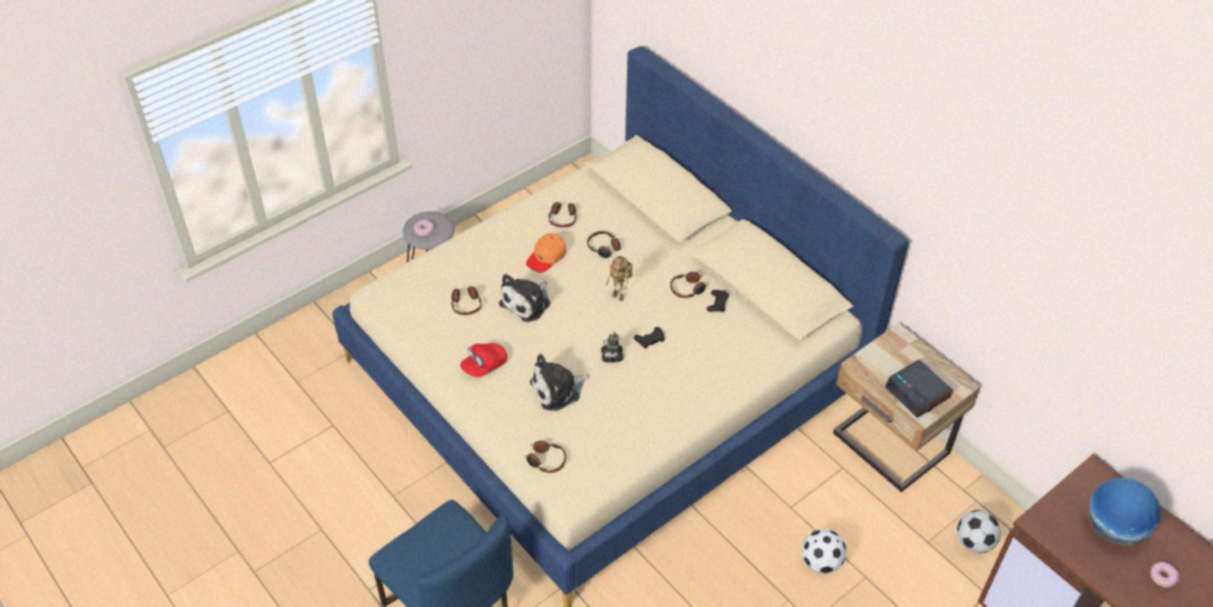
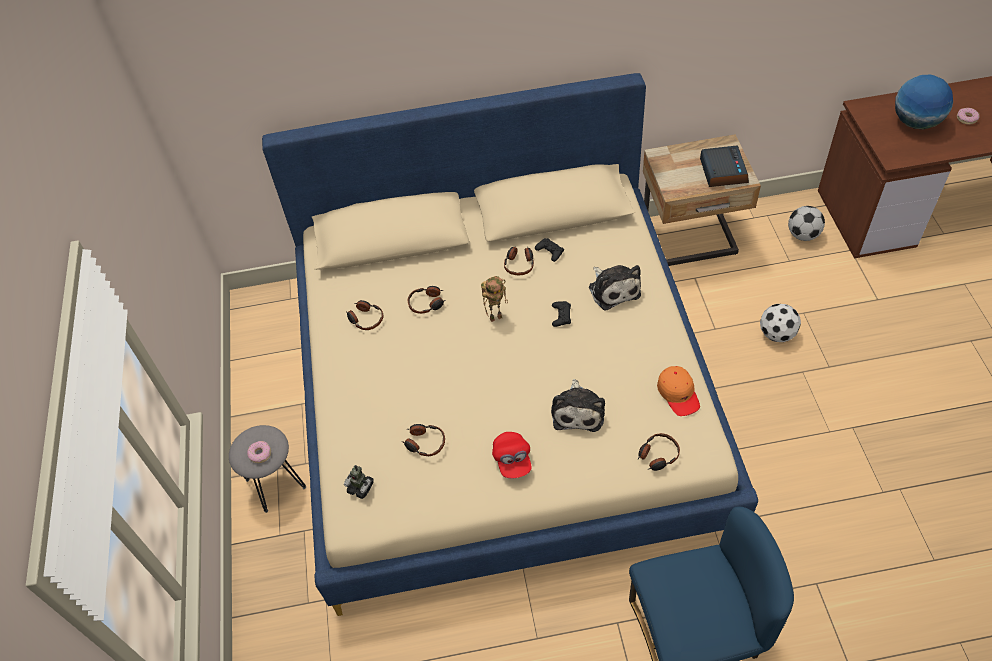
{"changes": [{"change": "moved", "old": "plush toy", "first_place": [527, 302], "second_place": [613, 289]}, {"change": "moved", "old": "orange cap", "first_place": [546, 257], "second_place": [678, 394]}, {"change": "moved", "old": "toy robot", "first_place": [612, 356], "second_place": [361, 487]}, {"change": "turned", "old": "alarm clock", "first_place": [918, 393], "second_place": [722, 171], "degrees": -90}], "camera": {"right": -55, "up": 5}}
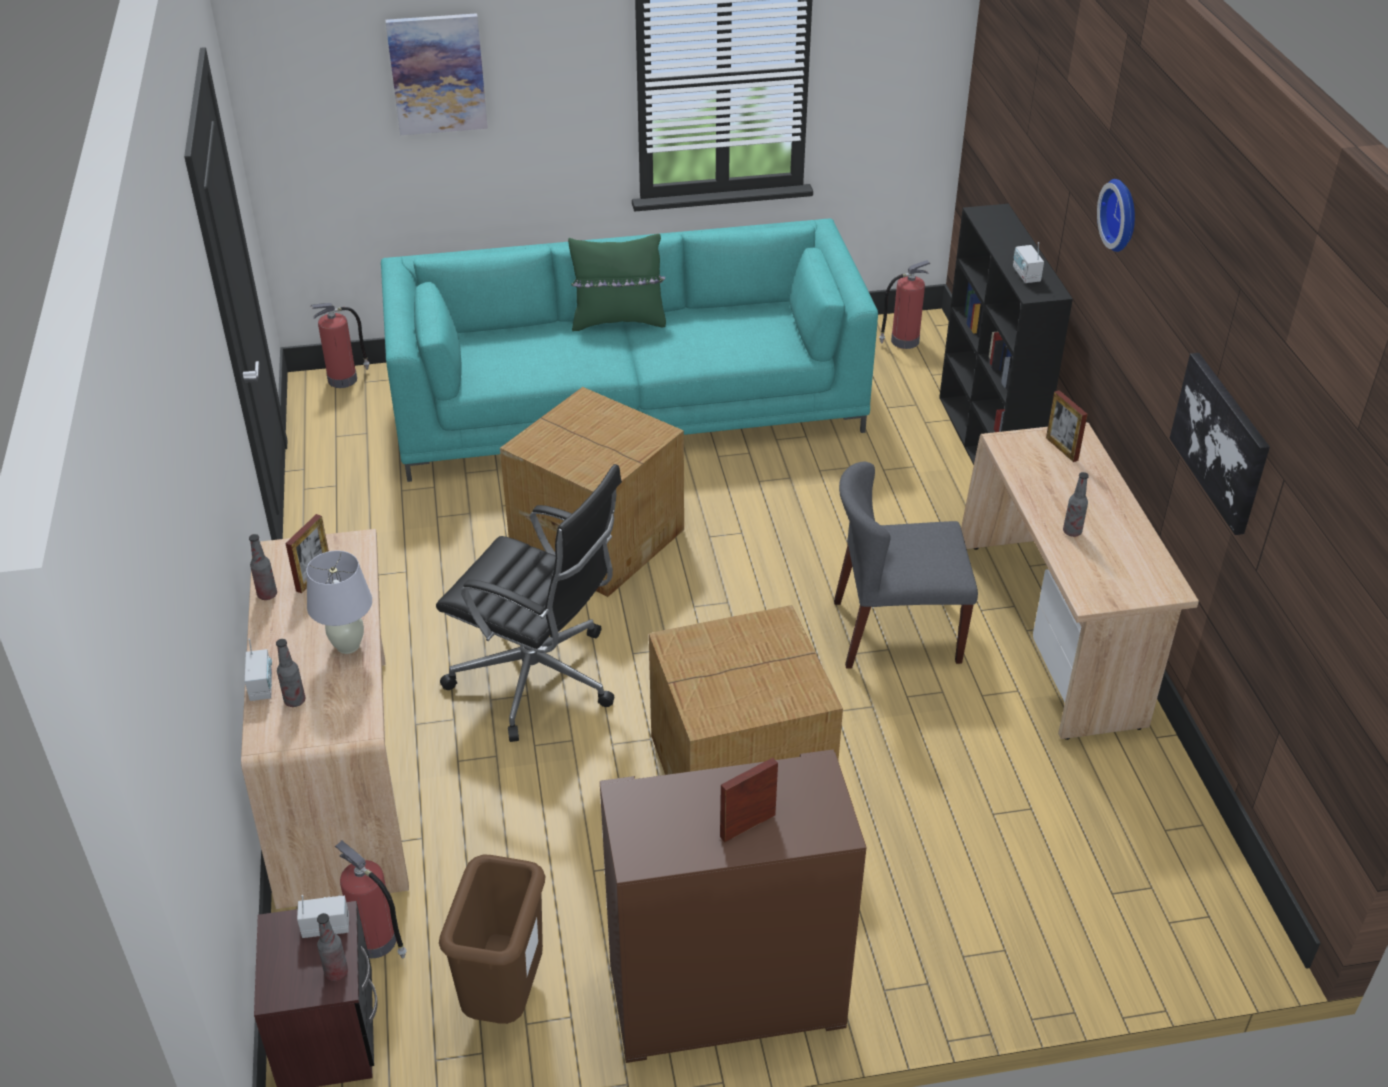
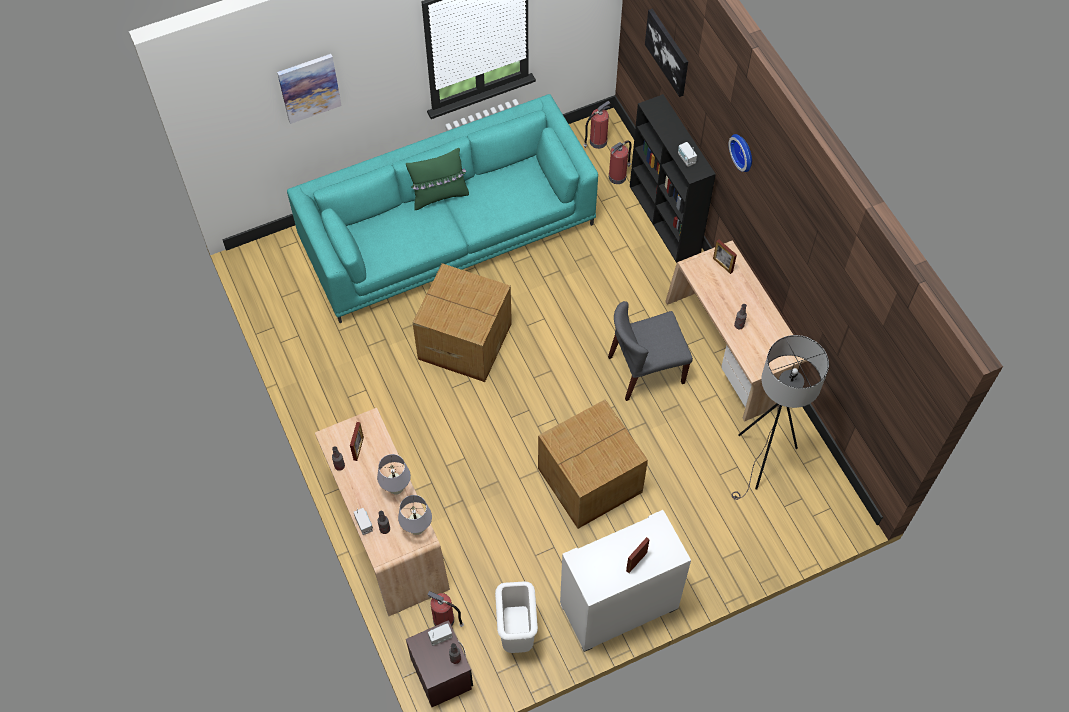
{"changes": [{"change": "moved", "old": "fire extinguisher", "first_place": [344, 379], "second_place": [618, 176]}, {"change": "removed", "old": "black office chair", "first_place": [539, 680]}, {"change": "recoloured", "old": "brown trash can", "new": "white trash can", "first_place": [503, 996], "second_place": [516, 633]}, {"change": "recoloured", "old": "brown cabinet", "new": "white cabinet", "first_place": [725, 997], "second_place": [618, 607]}, {"change": "moved", "old": "picture", "first_place": [1221, 441], "second_place": [668, 52]}, {"change": "added", "new": "white table lamp", "second_place": [417, 529]}, {"change": "added", "new": "grey floor lamp", "second_place": [763, 462]}], "camera": {"right": -15, "up": 20}}
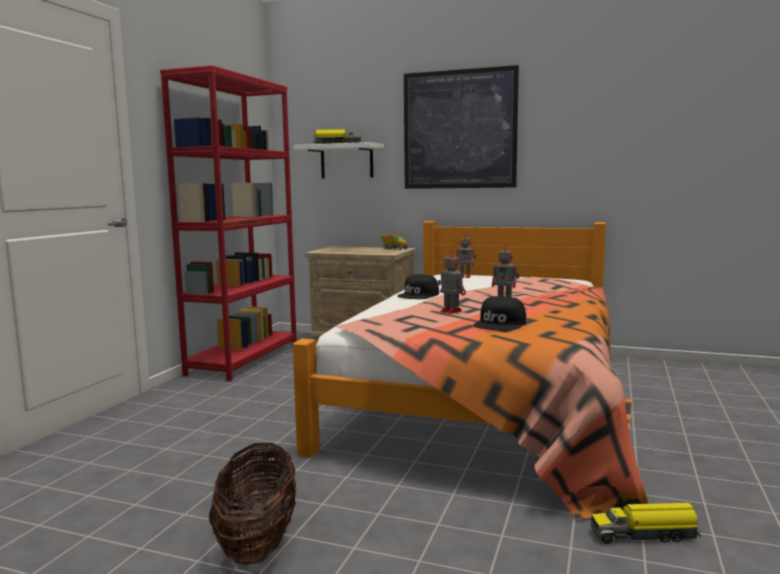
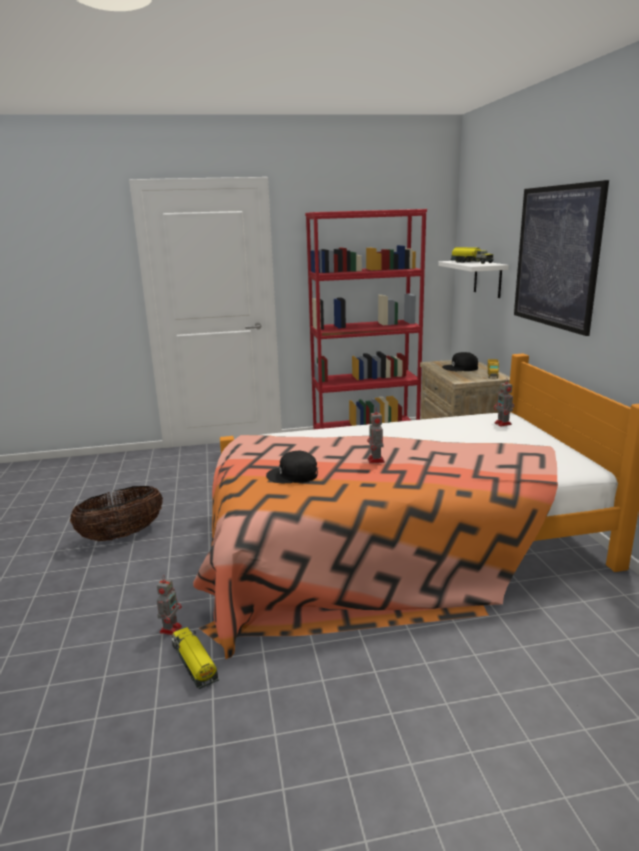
{"changes": [{"change": "moved", "old": "black cap", "first_place": [419, 295], "second_place": [460, 368]}, {"change": "moved", "old": "toy robot", "first_place": [450, 311], "second_place": [171, 628]}], "camera": {"right": 60, "up": 10}}
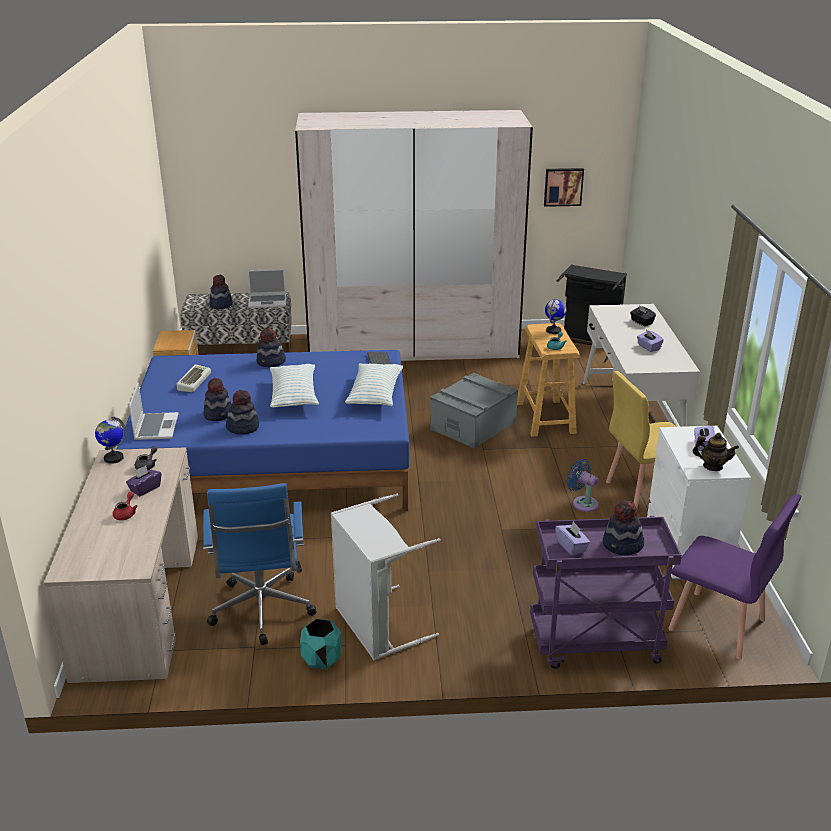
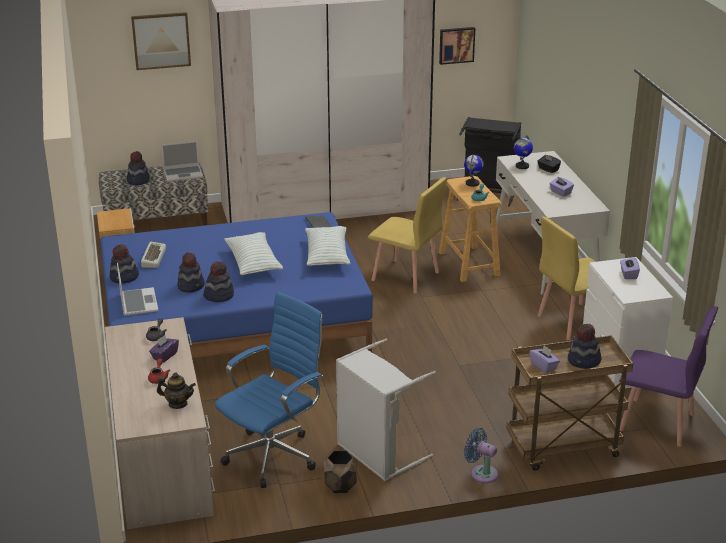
{"changes": [{"change": "moved", "old": "globe", "first_place": [113, 458], "second_place": [522, 166]}, {"change": "turned", "old": "blue office chair", "first_place": [262, 613], "second_place": [274, 455], "degrees": -120}, {"change": "moved", "old": "hat", "first_place": [271, 362], "second_place": [124, 277]}, {"change": "recoloured", "old": "turquoise planter", "new": "brown planter", "first_place": [321, 659], "second_place": [340, 485]}, {"change": "replaced", "old": "grey storage box", "new": "yellow chair", "first_place": [473, 425], "second_place": [405, 276]}, {"change": "recoloured", "old": "purple cart", "new": "brown cart", "first_place": [594, 645], "second_place": [562, 449]}, {"change": "moved", "old": "blue fan", "first_place": [583, 503], "second_place": [481, 473]}, {"change": "moved", "old": "teapot", "first_place": [712, 466], "second_place": [177, 404]}, {"change": "added", "new": "picture", "second_place": [161, 40]}], "camera": {"right": -10, "up": 0}}
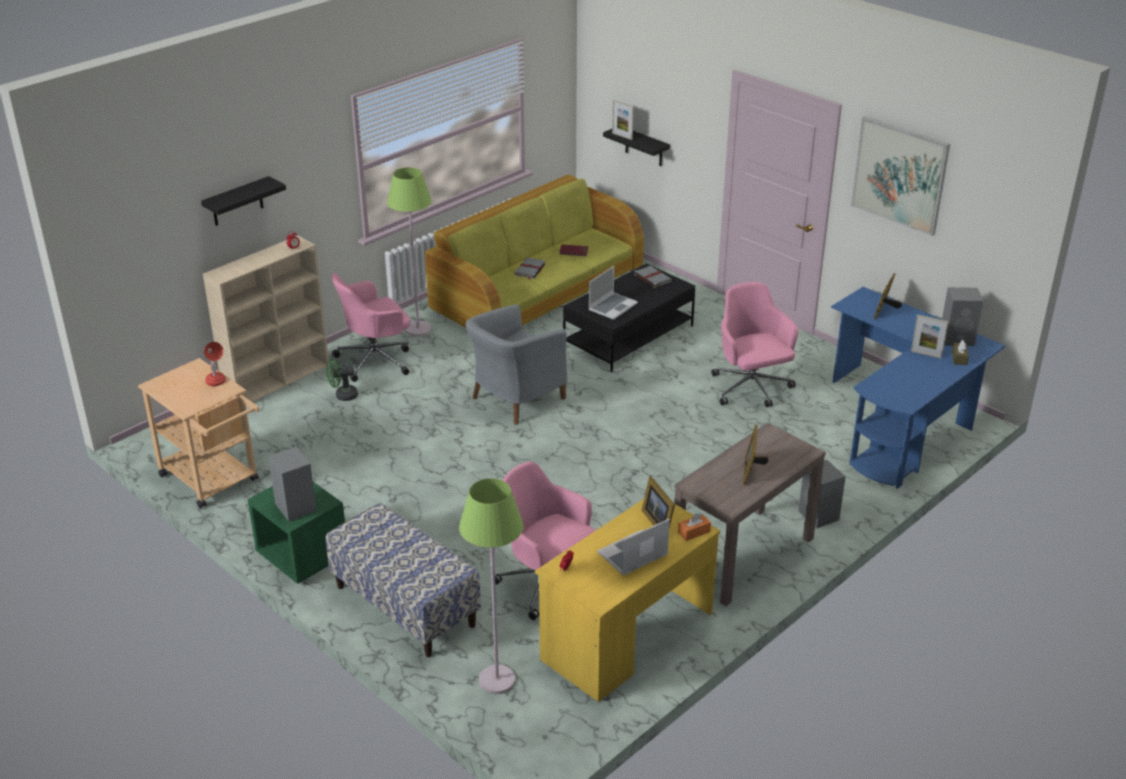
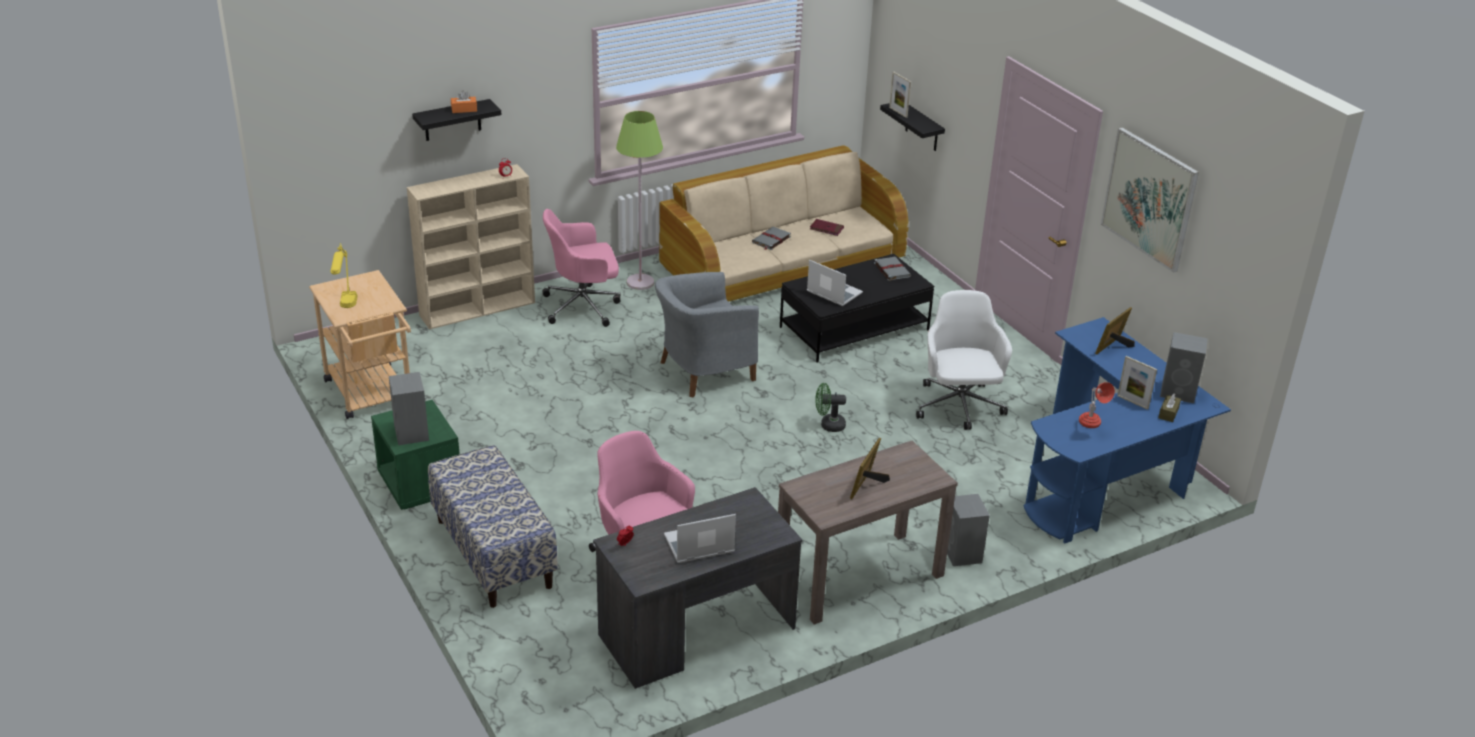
{"changes": [{"change": "moved", "old": "red table lamp", "first_place": [217, 384], "second_place": [1091, 426]}, {"change": "moved", "old": "green fan", "first_place": [343, 396], "second_place": [828, 425]}, {"change": "recoloured", "old": "green sofa", "new": "beige sofa", "first_place": [537, 290], "second_place": [782, 263]}, {"change": "removed", "old": "green floor lamp", "first_place": [497, 680]}, {"change": "recoloured", "old": "yellow desk", "new": "grey desk", "first_place": [627, 637], "second_place": [696, 632]}, {"change": "turned", "old": "laptop", "first_place": [612, 306], "second_place": [833, 292], "degrees": -105}, {"change": "removed", "old": "picture frame", "first_place": [658, 522]}, {"change": "moved", "old": "orange tissue box", "first_place": [693, 532], "second_place": [464, 109]}, {"change": "recoloured", "old": "pink office chair", "new": "white office chair", "first_place": [751, 388], "second_place": [958, 407]}, {"change": "added", "new": "yellow table lamp", "second_place": [346, 310]}], "camera": {"right": 15, "up": 0}}
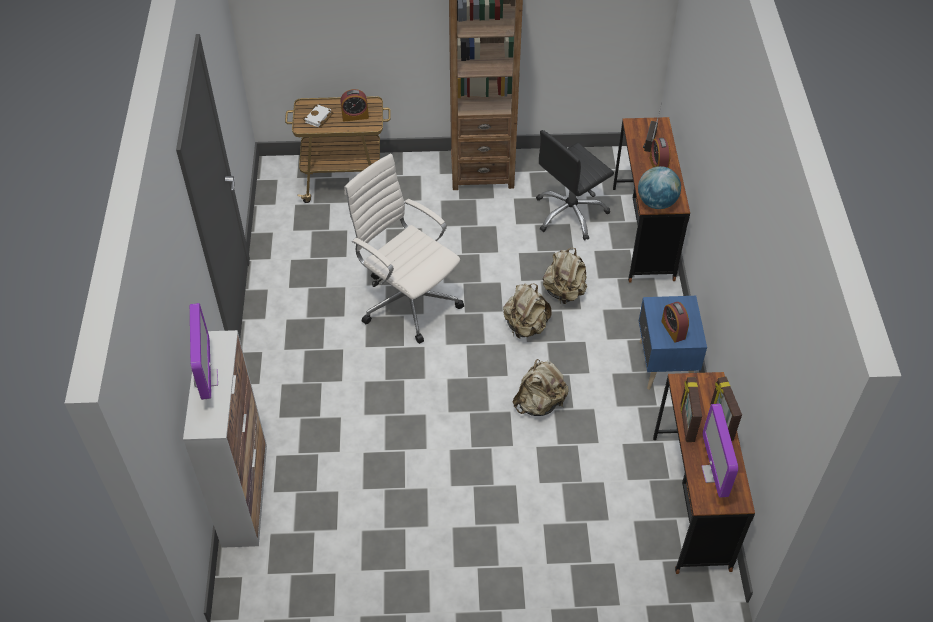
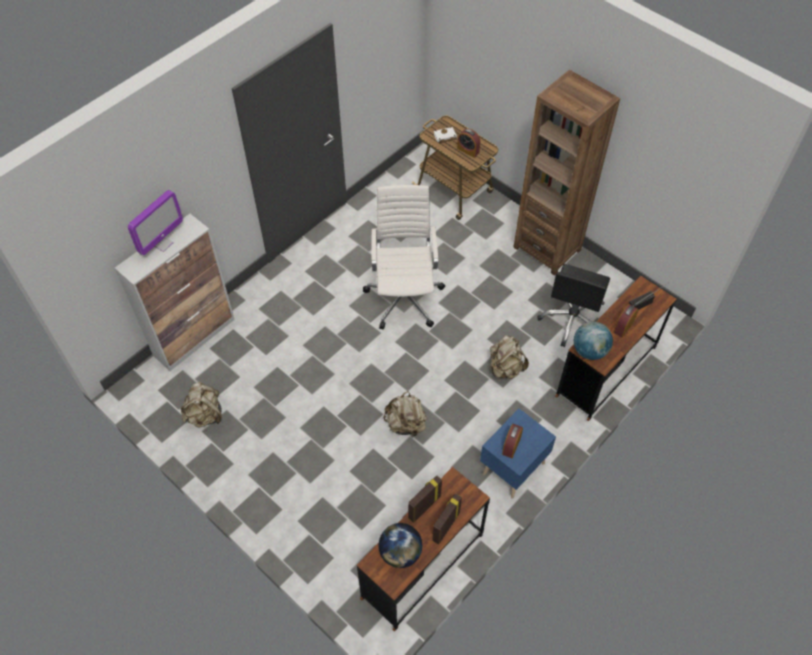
{"changes": [{"change": "moved", "old": "beige backpack", "first_place": [525, 326], "second_place": [205, 415]}, {"change": "turned", "old": "black office chair", "first_place": [570, 214], "second_place": [571, 320], "degrees": -75}, {"change": "replaced", "old": "monitor", "new": "globe", "first_place": [714, 473], "second_place": [400, 553]}], "camera": {"right": 45, "up": 5}}
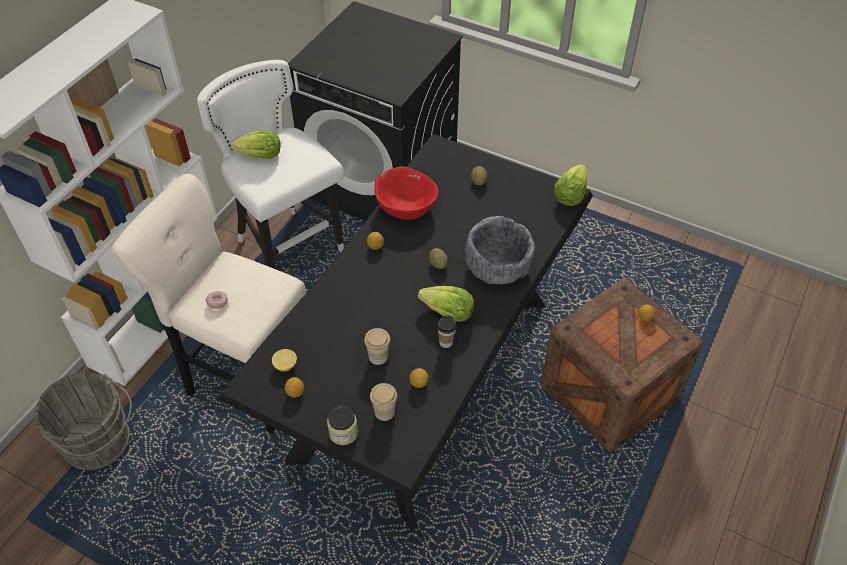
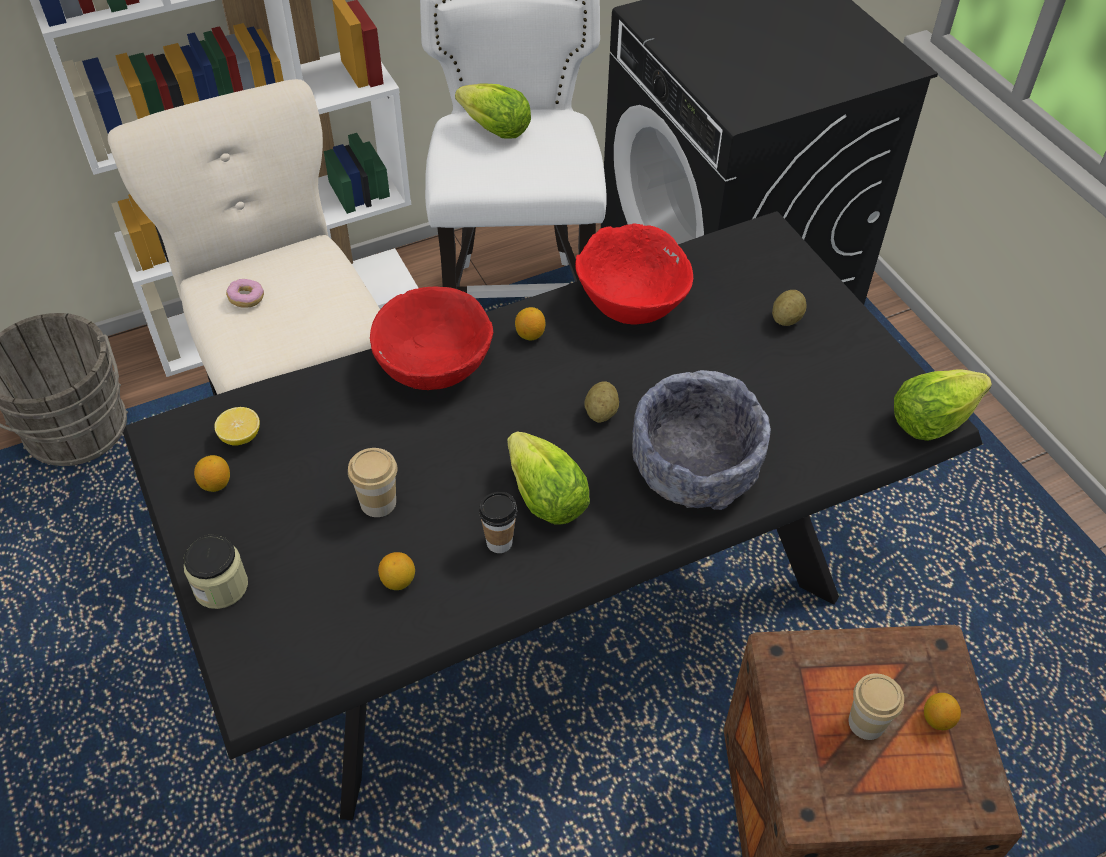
{"changes": [{"change": "moved", "old": "cup", "first_place": [384, 412], "second_place": [866, 723]}, {"change": "added", "new": "red bowl", "second_place": [432, 365]}], "camera": {"right": 35, "up": 0}}
